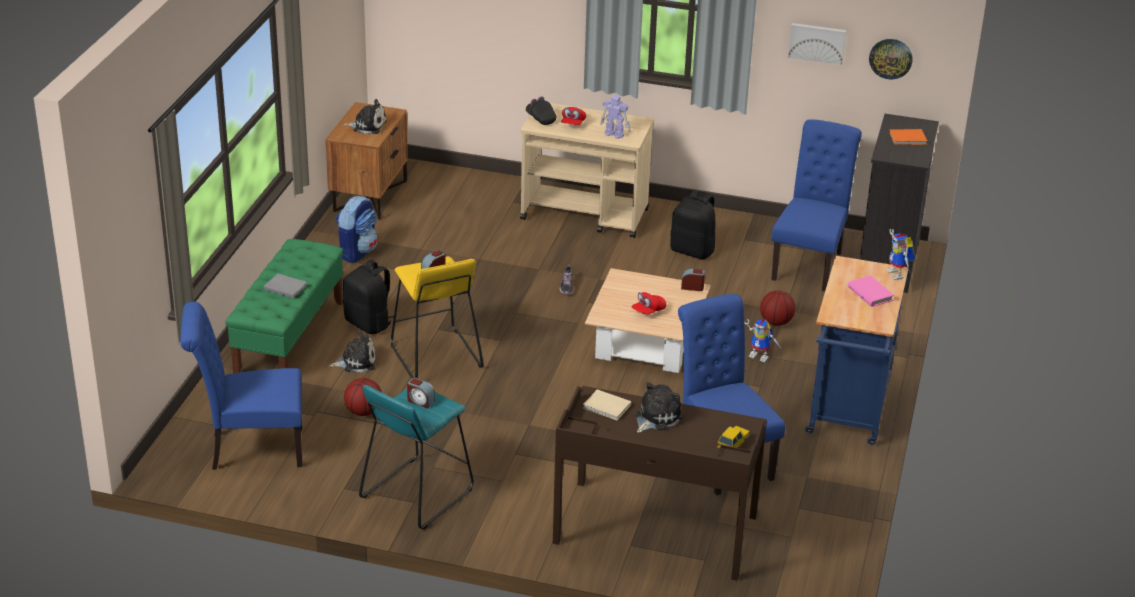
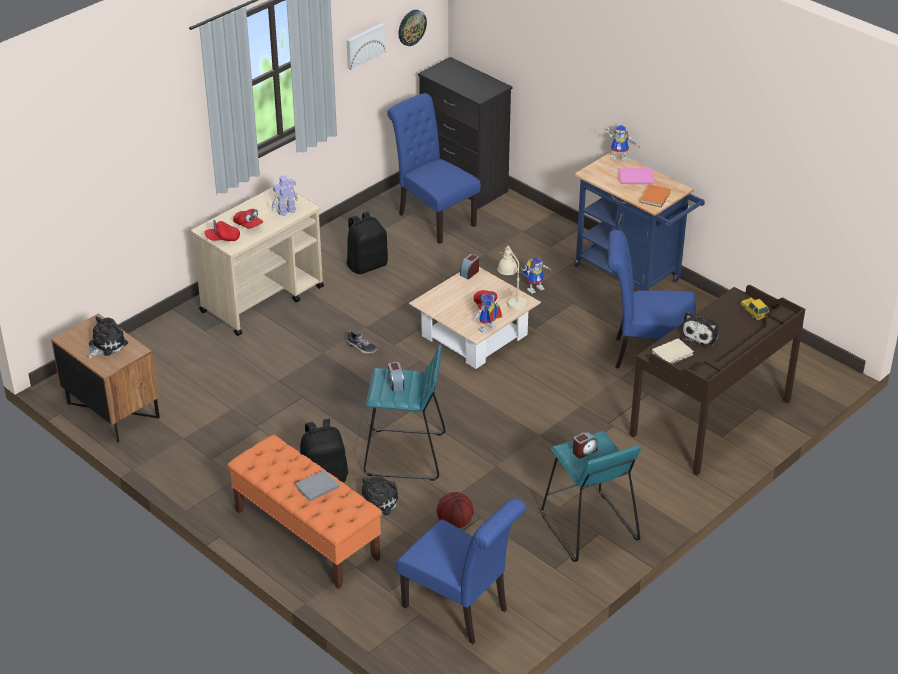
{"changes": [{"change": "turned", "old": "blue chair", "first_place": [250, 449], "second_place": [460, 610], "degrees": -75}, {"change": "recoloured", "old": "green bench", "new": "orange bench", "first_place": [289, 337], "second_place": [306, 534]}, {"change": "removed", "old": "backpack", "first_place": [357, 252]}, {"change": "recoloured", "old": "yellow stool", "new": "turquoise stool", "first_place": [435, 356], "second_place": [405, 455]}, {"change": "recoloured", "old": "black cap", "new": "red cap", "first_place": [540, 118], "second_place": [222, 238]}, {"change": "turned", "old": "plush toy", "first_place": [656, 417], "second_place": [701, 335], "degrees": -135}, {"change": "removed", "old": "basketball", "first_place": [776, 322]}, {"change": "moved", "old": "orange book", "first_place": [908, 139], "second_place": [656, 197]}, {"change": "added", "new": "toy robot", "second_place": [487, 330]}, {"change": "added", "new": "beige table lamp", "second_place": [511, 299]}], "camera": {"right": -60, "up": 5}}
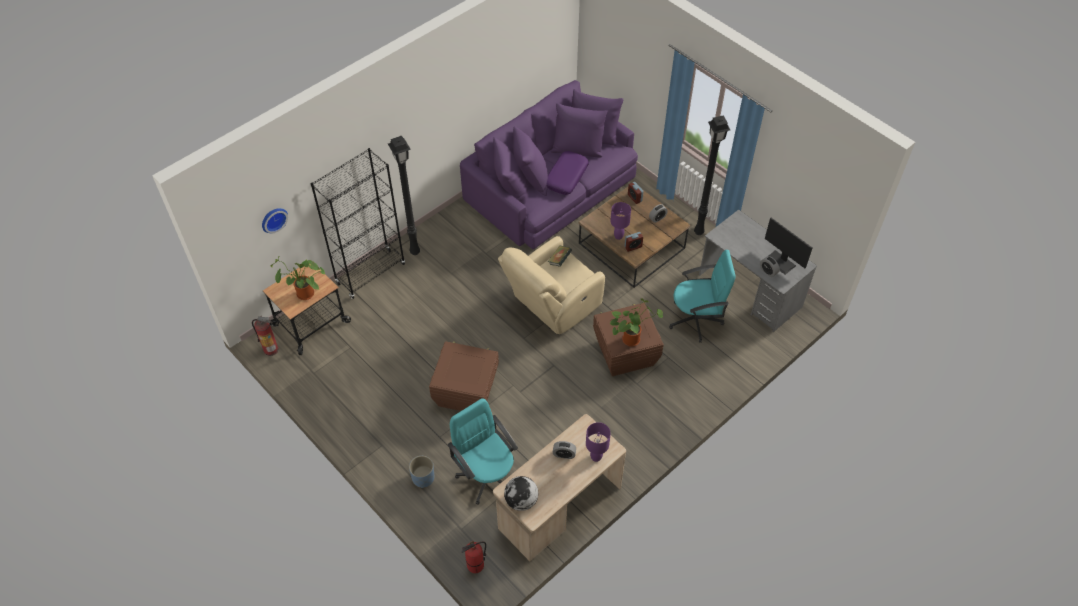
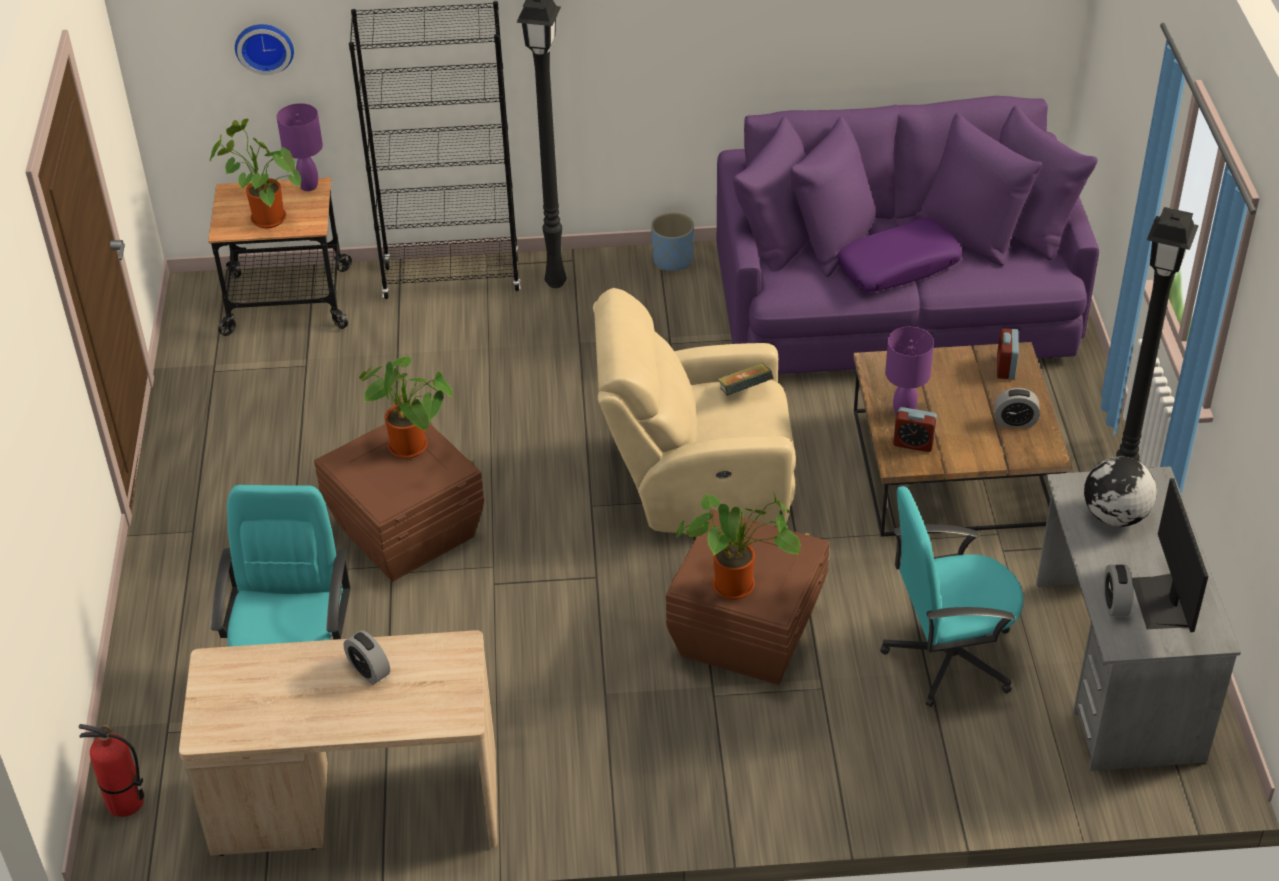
{"changes": [{"change": "removed", "old": "fire extinguisher", "first_place": [271, 349]}, {"change": "moved", "old": "blue planter", "first_place": [423, 478], "second_place": [673, 260]}, {"change": "moved", "old": "globe", "first_place": [521, 501], "second_place": [1114, 516]}, {"change": "moved", "old": "purple table lamp", "first_place": [596, 457], "second_place": [308, 186]}, {"change": "turned", "old": "turquoise office chair", "first_place": [696, 320], "second_place": [948, 657], "degrees": 135}, {"change": "added", "new": "potted plant", "second_place": [412, 448]}], "camera": {"right": 40, "up": -10}}
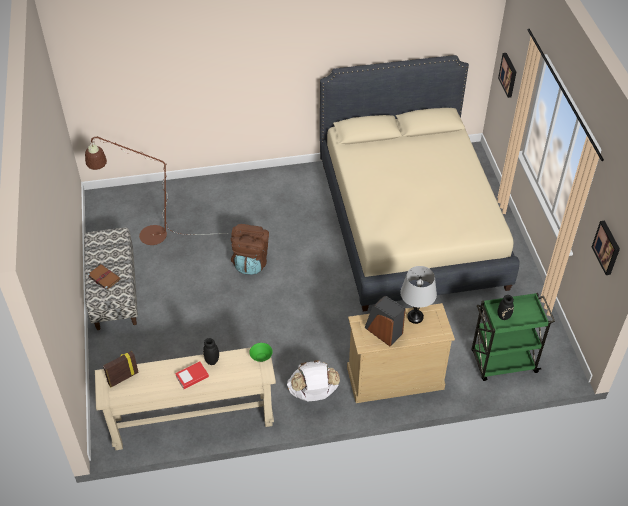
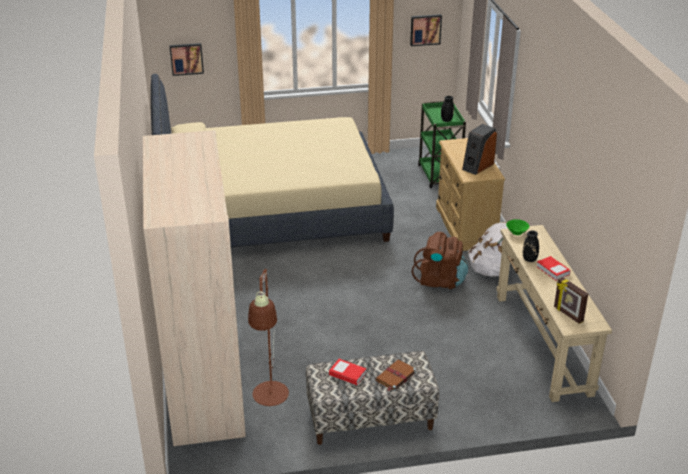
{"changes": [{"change": "moved", "old": "brown backpack", "first_place": [251, 261], "second_place": [440, 280]}, {"change": "removed", "old": "grey table lamp", "first_place": [415, 317]}, {"change": "added", "new": "beige wardrobe", "second_place": [204, 384]}, {"change": "added", "new": "book", "second_place": [347, 374]}], "camera": {"right": -90, "up": -15}}
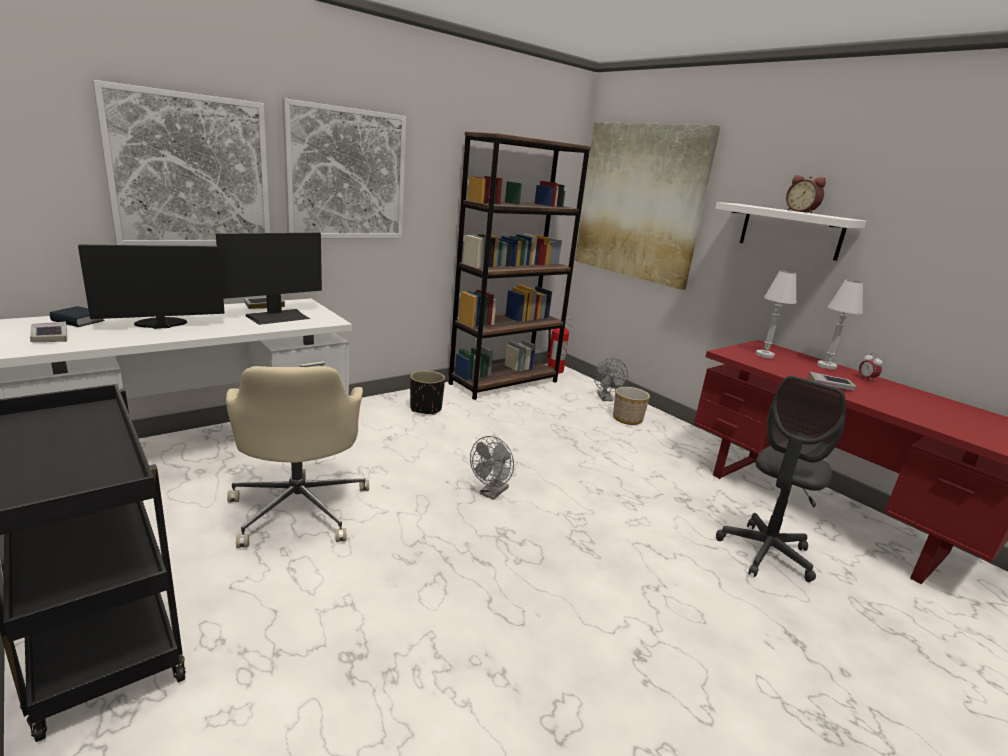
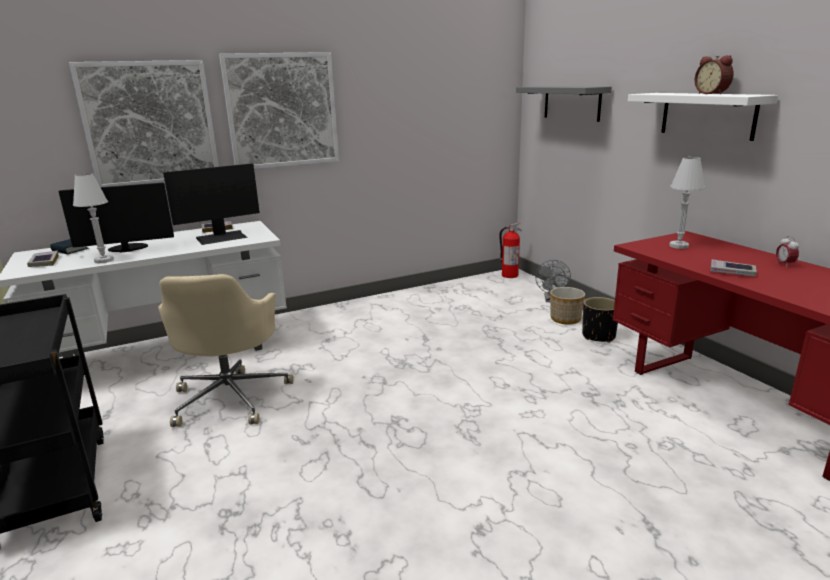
{"changes": [{"change": "moved", "old": "black planter", "first_place": [426, 409], "second_place": [599, 336]}, {"change": "removed", "old": "brown bookcase", "first_place": [504, 382]}, {"change": "removed", "old": "grey fan", "first_place": [491, 493]}, {"change": "replaced", "old": "picture", "new": "grey shelf", "first_place": [640, 202], "second_place": [572, 103]}, {"change": "removed", "old": "grey office chair", "first_place": [765, 553]}, {"change": "moved", "old": "white table lamp", "first_place": [826, 366], "second_place": [104, 260]}], "camera": {"right": 15, "up": 0}}
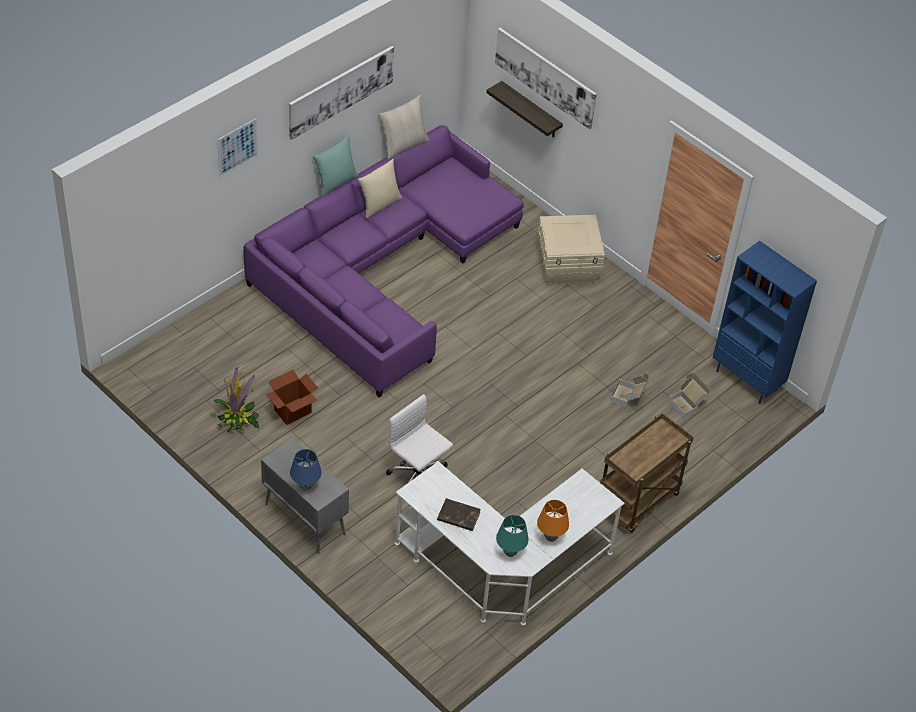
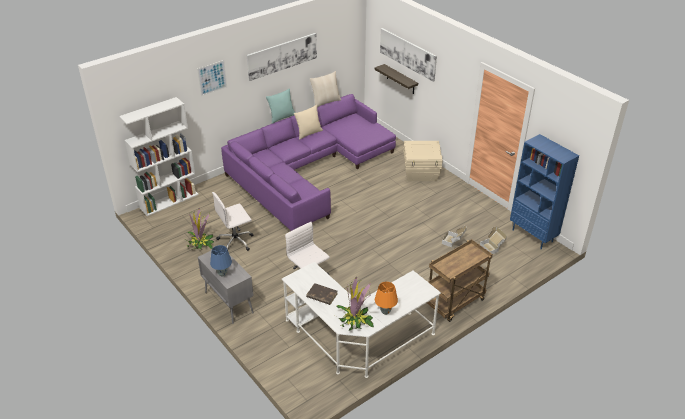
{"changes": [{"change": "replaced", "old": "cardboard box", "new": "white office chair", "first_place": [292, 411], "second_place": [236, 241]}, {"change": "replaced", "old": "turquoise table lamp", "new": "potted plant", "first_place": [510, 553], "second_place": [354, 320]}, {"change": "added", "new": "white bookcase", "second_place": [169, 201]}], "camera": {"right": 10, "up": -10}}
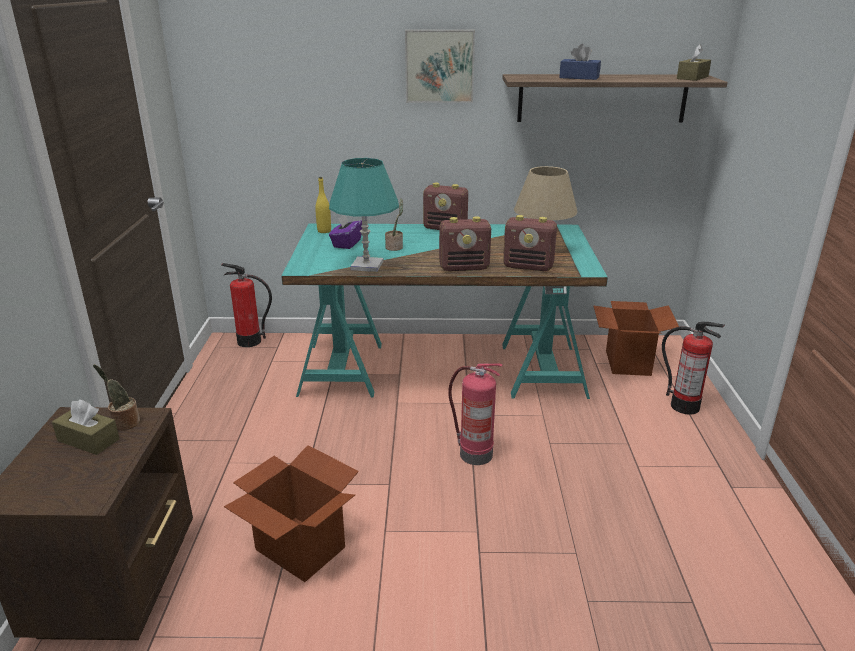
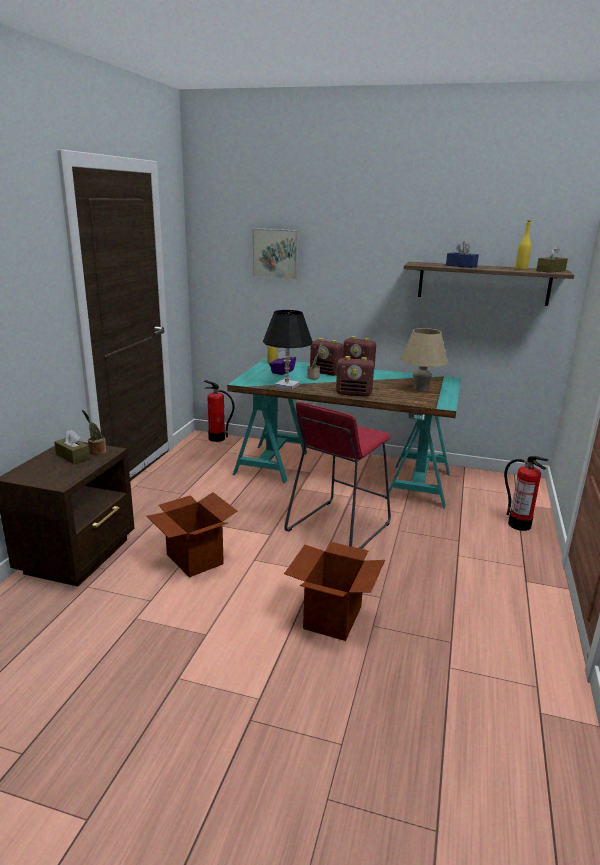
{"changes": [{"change": "recoloured", "old": "turquoise table lamp", "new": "black table lamp", "first_place": [366, 266], "second_place": [287, 385]}, {"change": "moved", "old": "picture", "first_place": [439, 66], "second_place": [276, 253]}, {"change": "replaced", "old": "fire extinguisher", "new": "red stool", "first_place": [474, 454], "second_place": [338, 528]}, {"change": "moved", "old": "radio", "first_place": [528, 266], "second_place": [326, 372]}, {"change": "moved", "old": "cardboard box", "first_place": [627, 362], "second_place": [332, 617]}, {"change": "added", "new": "yellow bottle", "second_place": [521, 269]}], "camera": {"right": 15, "up": -5}}
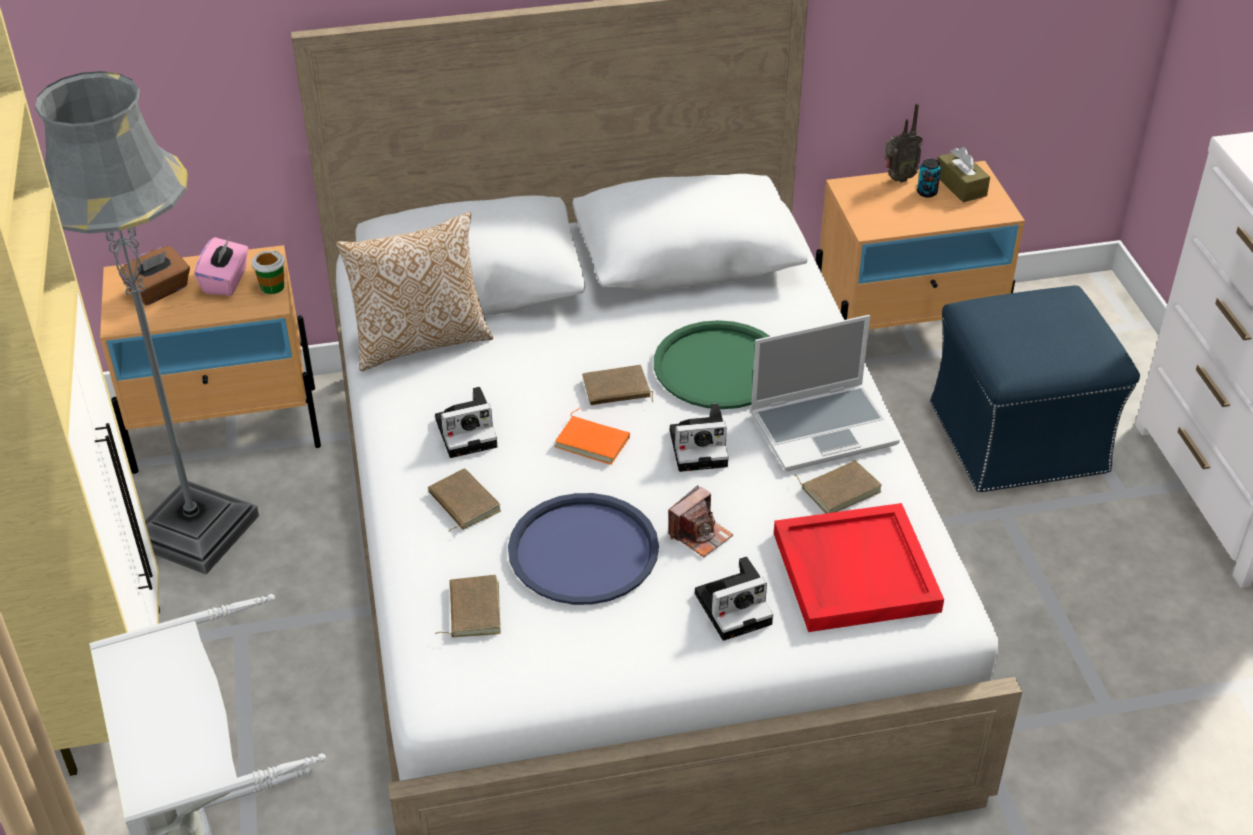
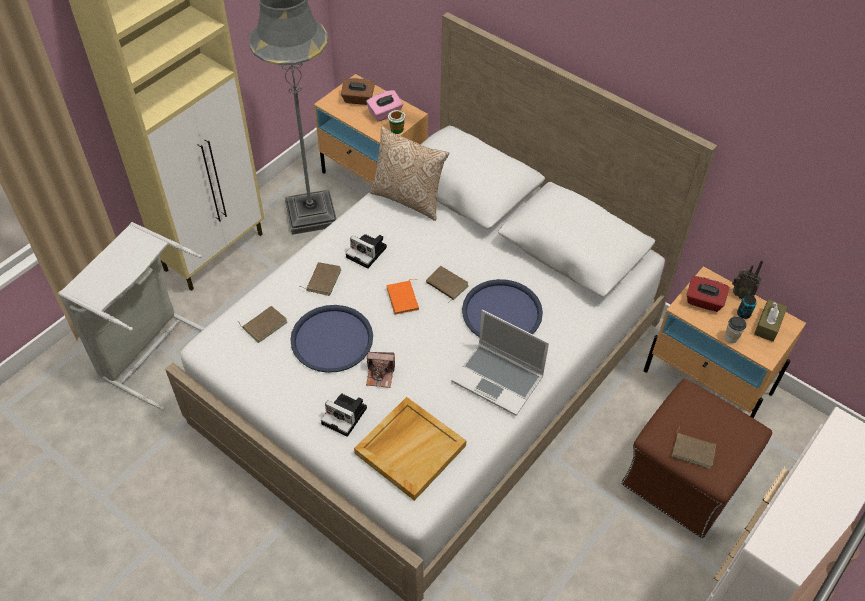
{"changes": [{"change": "recoloured", "old": "green tray", "new": "blue tray", "first_place": [719, 367], "second_place": [502, 312]}, {"change": "removed", "old": "photo camera", "first_place": [701, 447]}, {"change": "recoloured", "old": "red tray", "new": "beige tray", "first_place": [853, 571], "second_place": [410, 448]}, {"change": "moved", "old": "brown book", "first_place": [840, 489], "second_place": [693, 450]}, {"change": "recoloured", "old": "blue ottoman", "new": "brown ottoman", "first_place": [1020, 437], "second_place": [685, 480]}, {"change": "added", "new": "red tissue box", "second_place": [703, 302]}, {"change": "added", "new": "cup", "second_place": [731, 338]}], "camera": {"right": 50, "up": 10}}
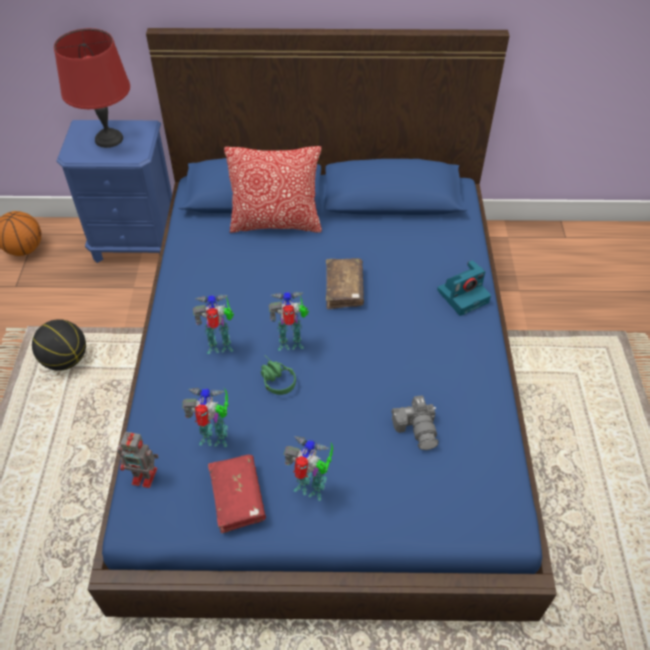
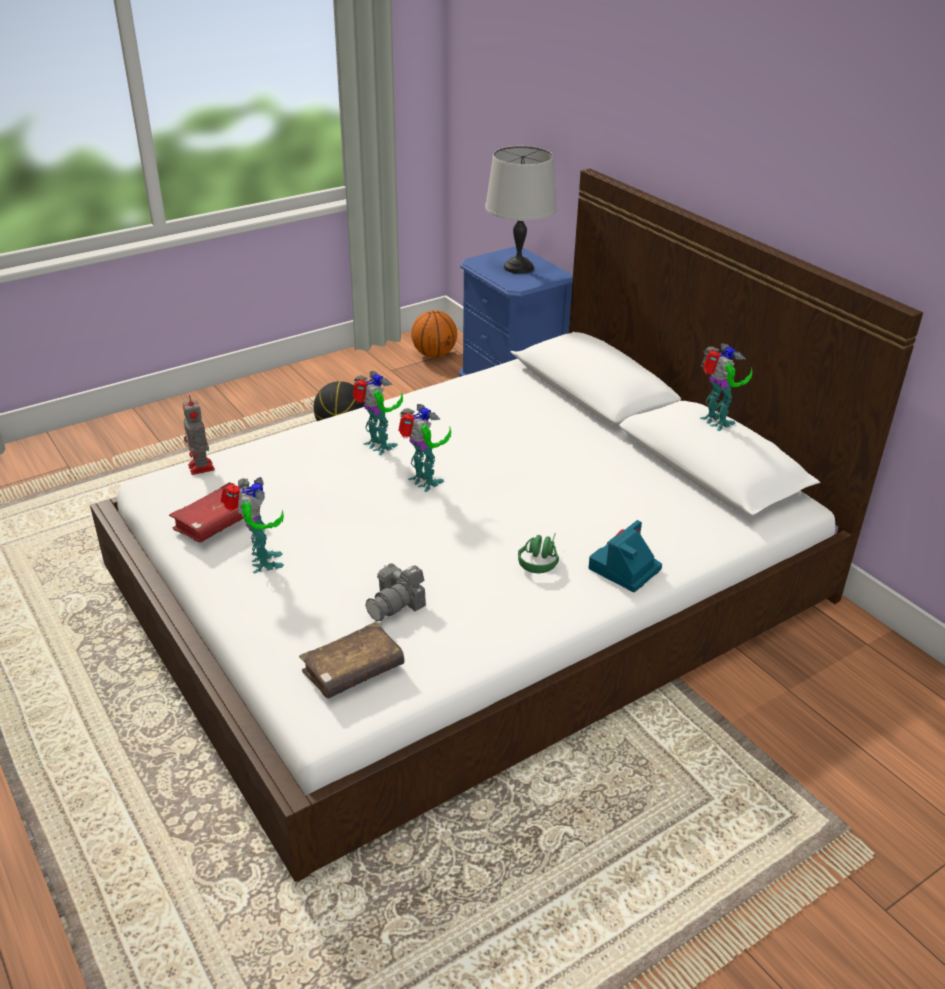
{"changes": [{"change": "recoloured", "old": "red table lamp", "new": "grey table lamp", "first_place": [109, 139], "second_place": [519, 267]}, {"change": "recoloured", "old": "blue bed", "new": "white bed", "first_place": [325, 381], "second_place": [473, 588]}, {"change": "moved", "old": "toy robot", "first_place": [215, 439], "second_place": [716, 423]}, {"change": "removed", "old": "pillow", "first_place": [276, 223]}, {"change": "moved", "old": "green headphones", "first_place": [274, 379], "second_place": [539, 558]}, {"change": "moved", "old": "brown book", "first_place": [344, 288], "second_place": [353, 670]}, {"change": "turned", "old": "photo camera", "first_place": [463, 295], "second_place": [624, 569], "degrees": 105}], "camera": {"right": 55, "up": -15}}
